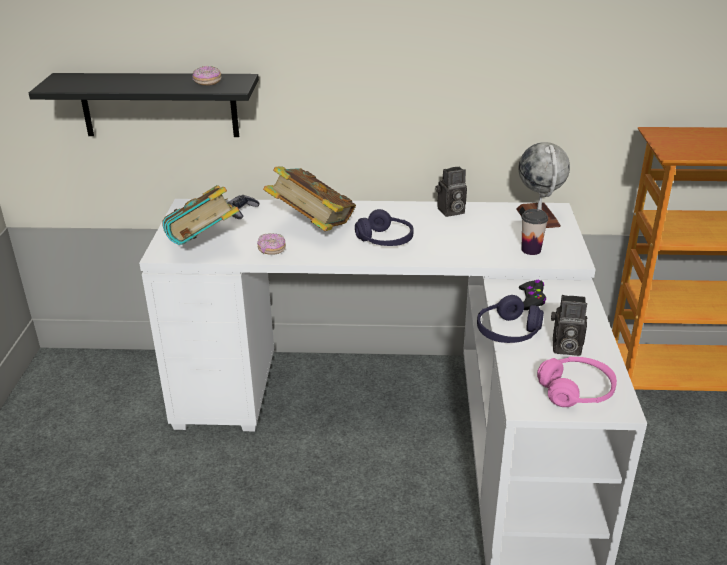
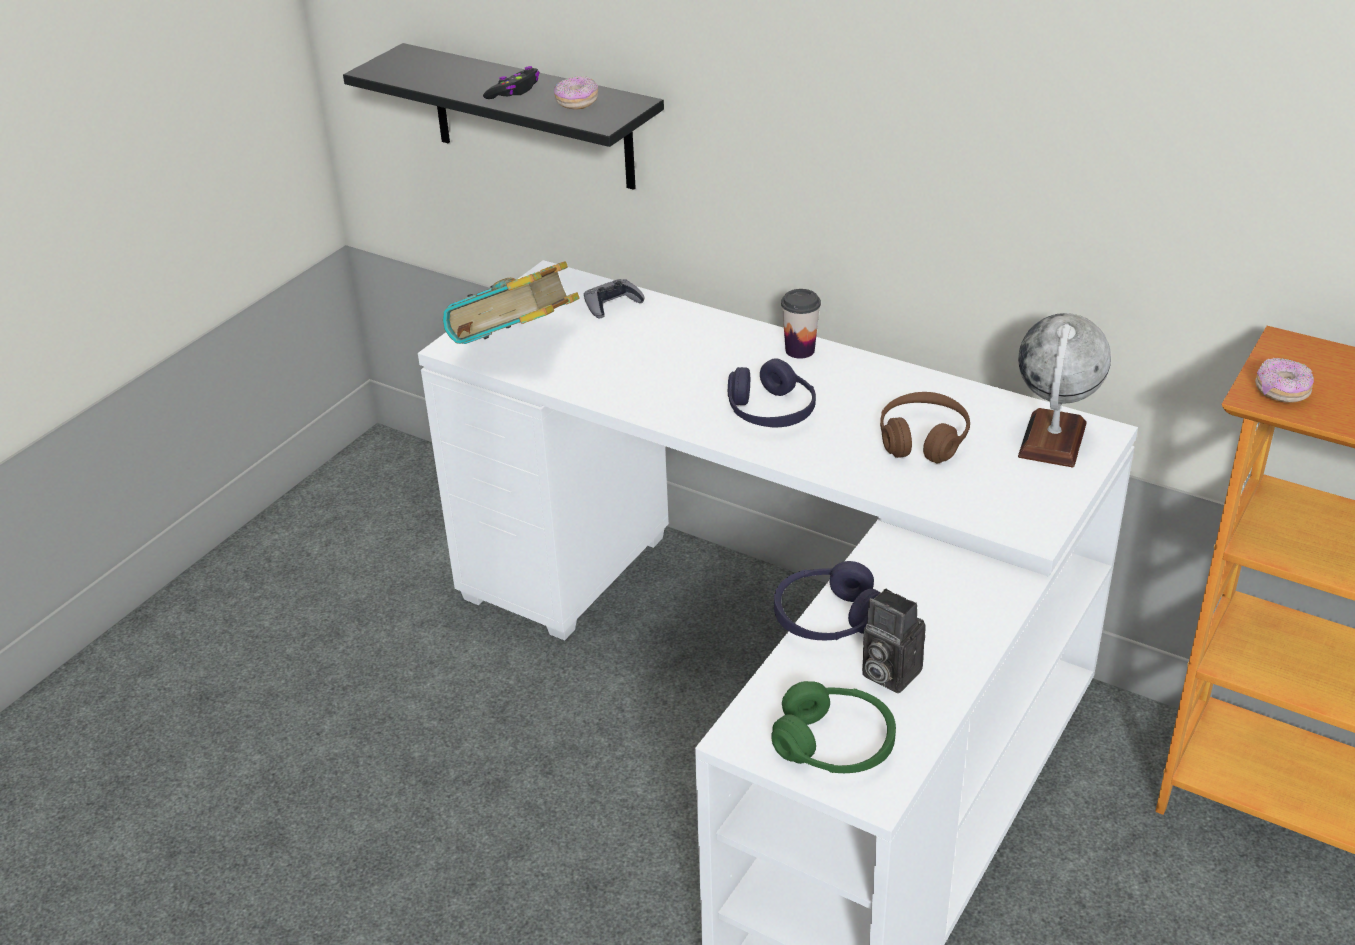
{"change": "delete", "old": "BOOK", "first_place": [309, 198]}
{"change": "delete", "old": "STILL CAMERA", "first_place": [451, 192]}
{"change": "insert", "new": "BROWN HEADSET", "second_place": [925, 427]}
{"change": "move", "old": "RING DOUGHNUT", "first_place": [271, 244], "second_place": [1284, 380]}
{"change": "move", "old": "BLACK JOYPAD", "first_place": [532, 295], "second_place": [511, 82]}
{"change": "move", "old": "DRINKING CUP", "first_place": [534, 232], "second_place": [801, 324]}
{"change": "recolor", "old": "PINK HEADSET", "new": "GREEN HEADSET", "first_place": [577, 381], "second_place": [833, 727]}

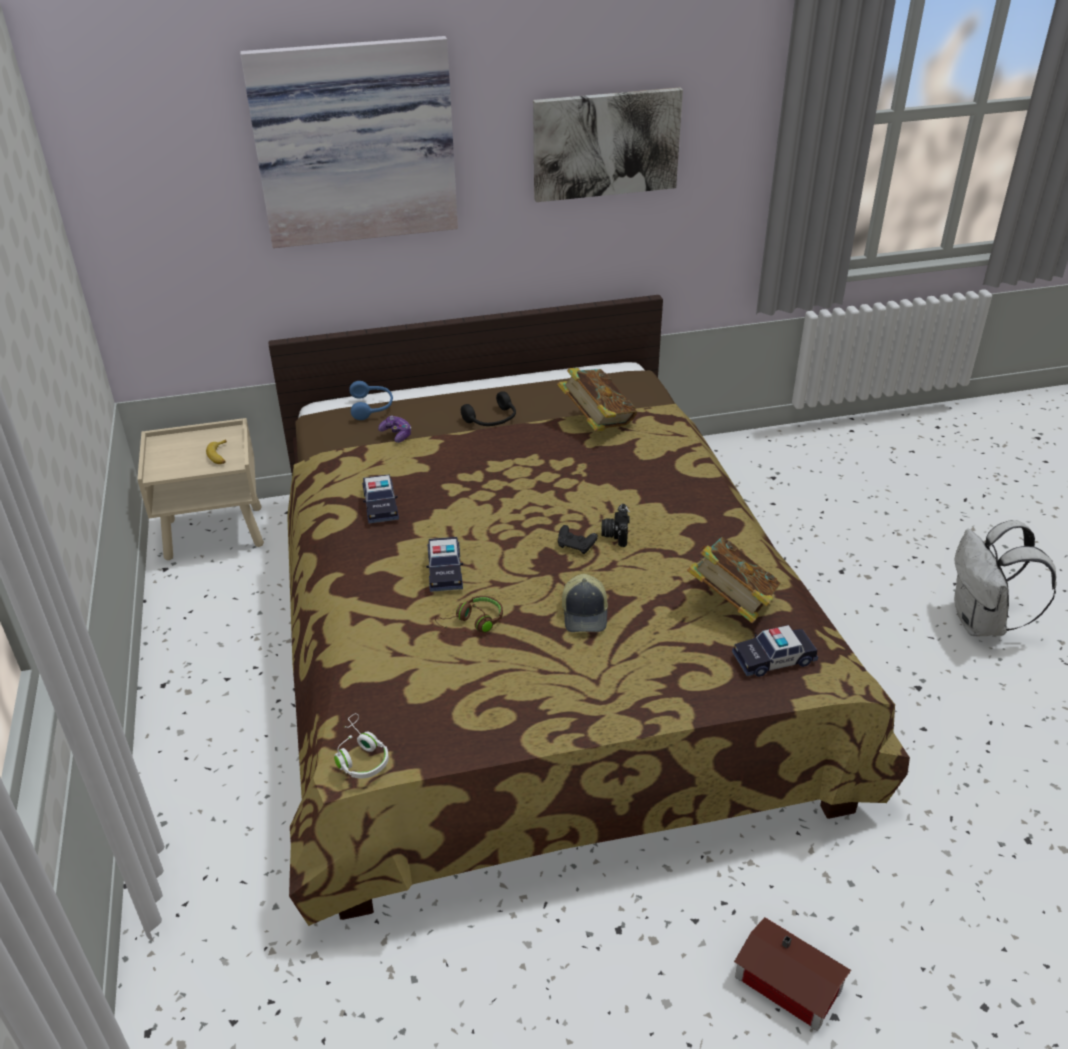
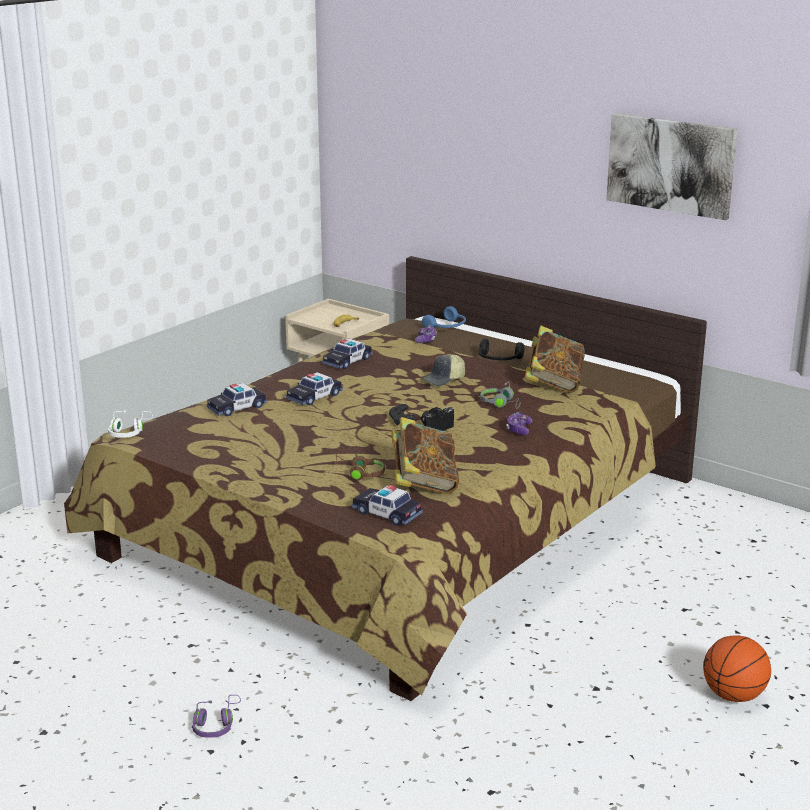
{"change": "delete", "old": "PICTURE", "first_place": [349, 142]}
{"change": "insert", "new": "MINIATURE CAR", "second_place": [236, 399]}
{"change": "insert", "new": "GREY HEADSET", "second_place": [500, 395]}
{"change": "insert", "new": "JOYPAD", "second_place": [519, 423]}
{"change": "move", "old": "BROWN HEADSET", "first_place": [469, 614], "second_place": [360, 466]}
{"change": "move", "old": "CAP", "first_place": [585, 603], "second_place": [442, 370]}
{"change": "replace", "old": "MODEL HOUSE", "new": "PURPLISH HEADSET", "first_place": [792, 974], "second_place": [216, 716]}
{"change": "replace", "old": "WHITE RUCKSACK", "new": "BALL FOR BASKETBALL", "first_place": [1005, 578], "second_place": [737, 668]}

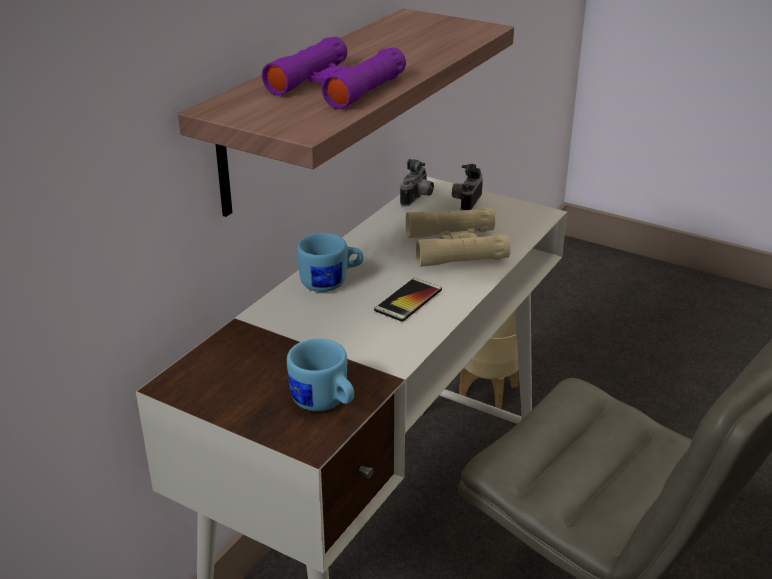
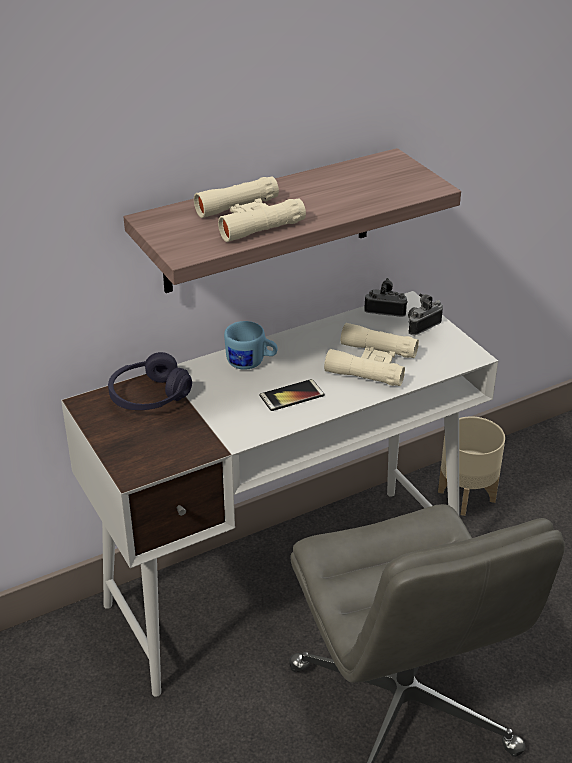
{"change": "delete", "old": "BLUISH TEA MUG", "first_place": [320, 374]}
{"change": "insert", "new": "PURPLISH HEADSET", "second_place": [150, 381]}
{"change": "recolor", "old": "PURPLISH BINOCULARS", "new": "BEIGE-COLOURED BINOCULARS", "first_place": [334, 73], "second_place": [250, 209]}
{"change": "rotate", "old": "STILL CAMERA", "first_place": [417, 182], "second_place": [386, 297], "degrees": -135}

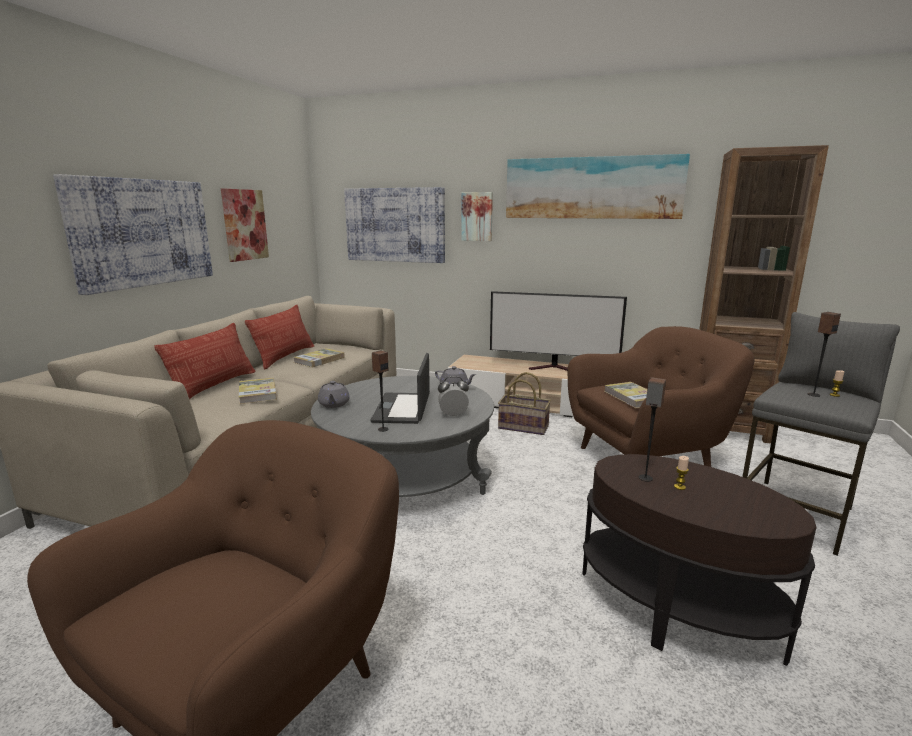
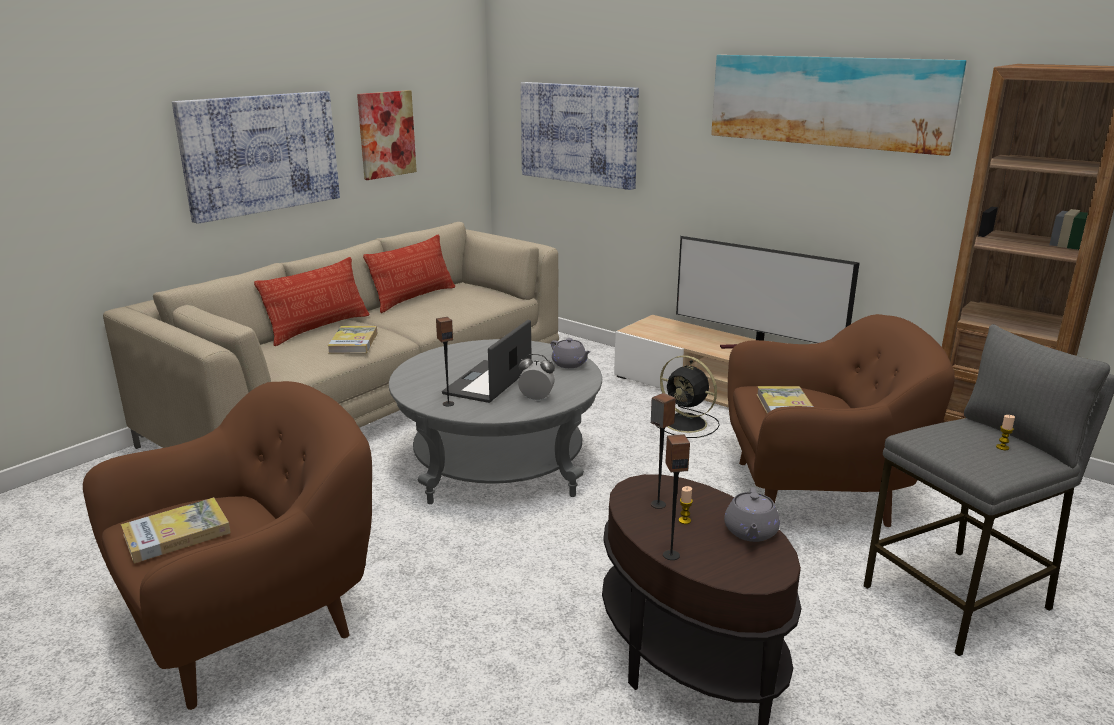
{"change": "delete", "old": "PICTURE", "first_place": [477, 216]}
{"change": "move", "old": "BOOK", "first_place": [319, 358], "second_place": [176, 530]}
{"change": "move", "old": "GREY POT FOR TEA", "first_place": [334, 394], "second_place": [752, 514]}
{"change": "move", "old": "AUDIO SPEAKER", "first_place": [824, 354], "second_place": [676, 497]}
{"change": "replace", "old": "HOUSEHOLD BASKET", "new": "BLACK ELECTRIC FAN", "first_place": [524, 403], "second_place": [688, 396]}

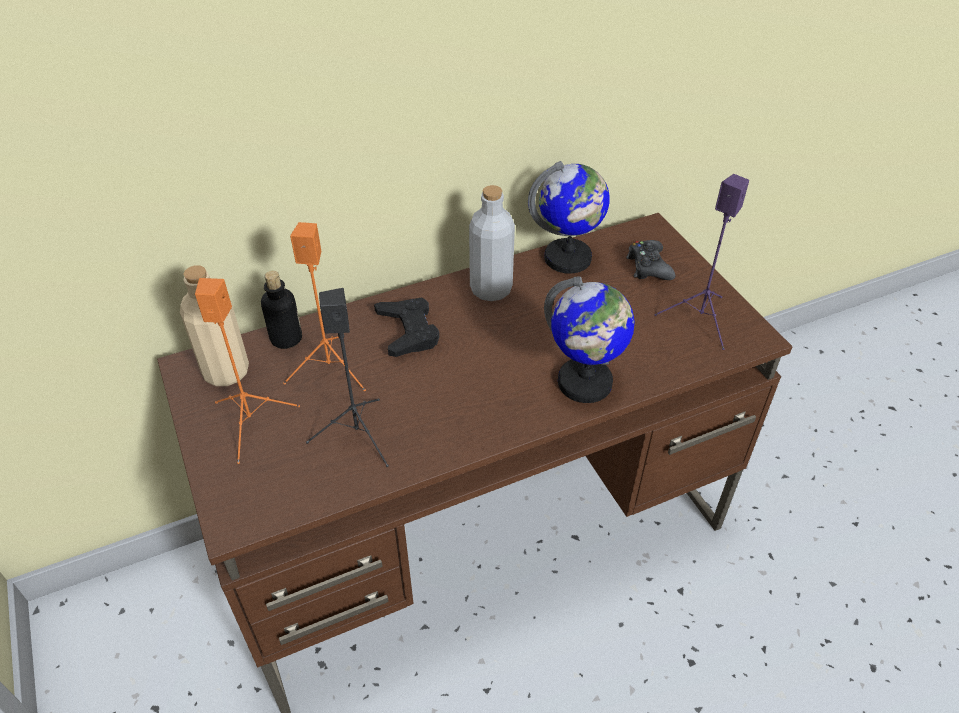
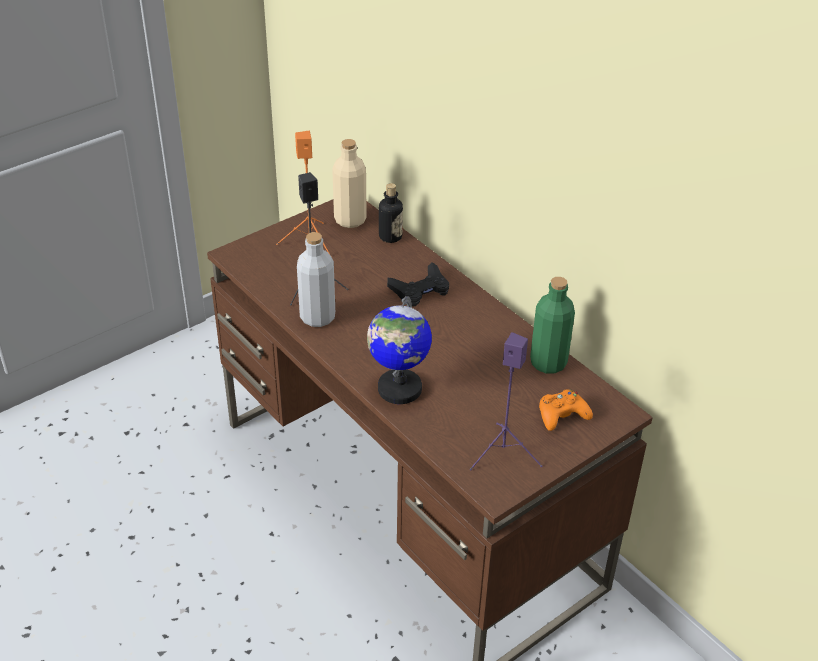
{"change": "delete", "old": "ORANGE AUDIO SPEAKER", "first_place": [324, 306]}
{"change": "move", "old": "GREY BEVERAGE BOTTLE", "first_place": [492, 243], "second_place": [316, 279]}
{"change": "replace", "old": "WORLD GLOBE", "new": "GREEN BEVERAGE BOTTLE", "first_place": [569, 217], "second_place": [552, 325]}
{"change": "recolor", "old": "BLACK JOYPAD", "new": "ORANGE JOYPAD", "first_place": [650, 260], "second_place": [566, 410]}

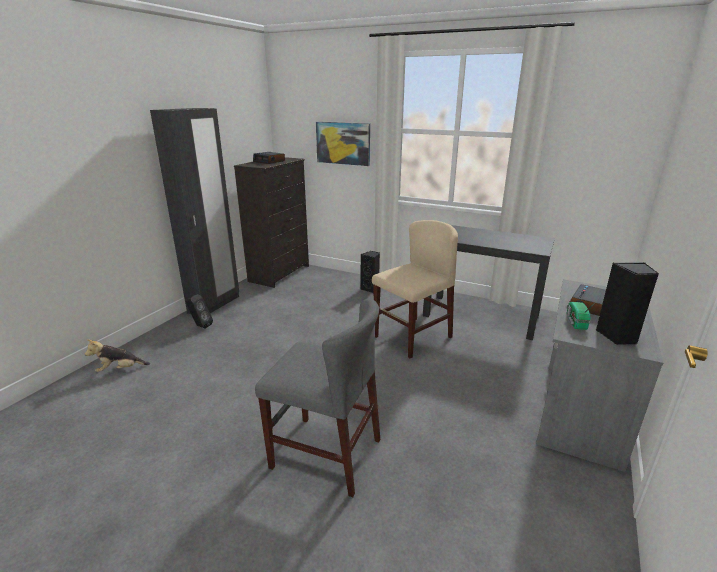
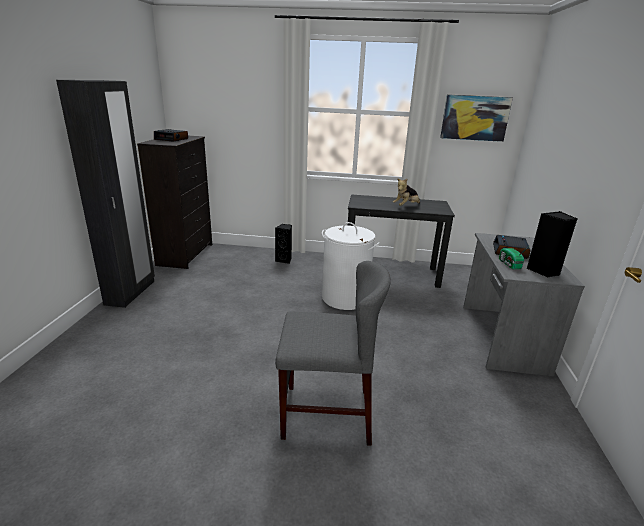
{"change": "delete", "old": "BLACK AUDIO SPEAKER", "first_place": [199, 311]}
{"change": "move", "old": "CUDDLY TOY", "first_place": [117, 355], "second_place": [406, 192]}
{"change": "move", "old": "PICTURE", "first_place": [343, 144], "second_place": [476, 118]}
{"change": "replace", "old": "BEIGE-COLOURED CHAIR", "new": "WHITE WASHING BASKET", "first_place": [415, 289], "second_place": [351, 266]}

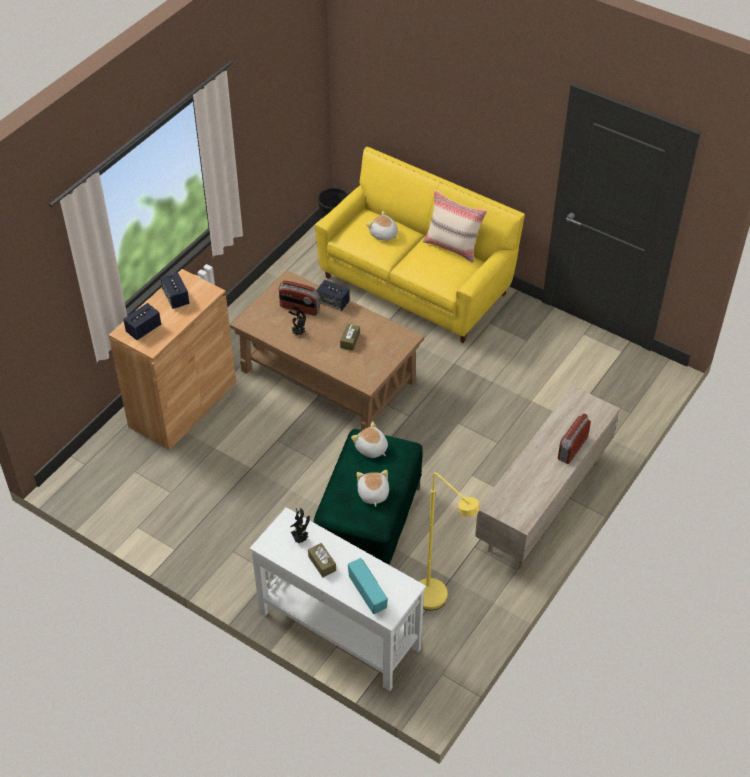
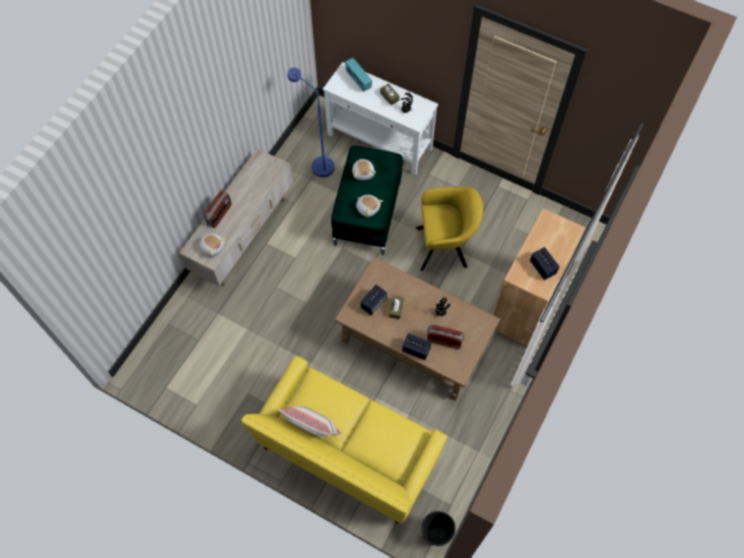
{"change": "insert", "new": "YELLOW LOUNGE CHAIR", "second_place": [449, 229]}
{"change": "move", "old": "AUDIO SPEAKER", "first_place": [142, 321], "second_place": [374, 300]}
{"change": "move", "old": "CUDDLY TOY", "first_place": [382, 226], "second_place": [213, 245]}
{"change": "recolor", "old": "YELLOW STANDING LAMP", "new": "BLUISH STANDING LAMP", "first_place": [449, 541], "second_place": [310, 122]}

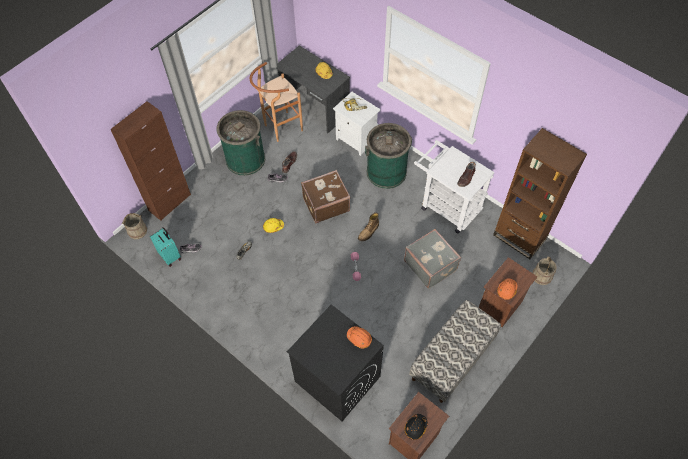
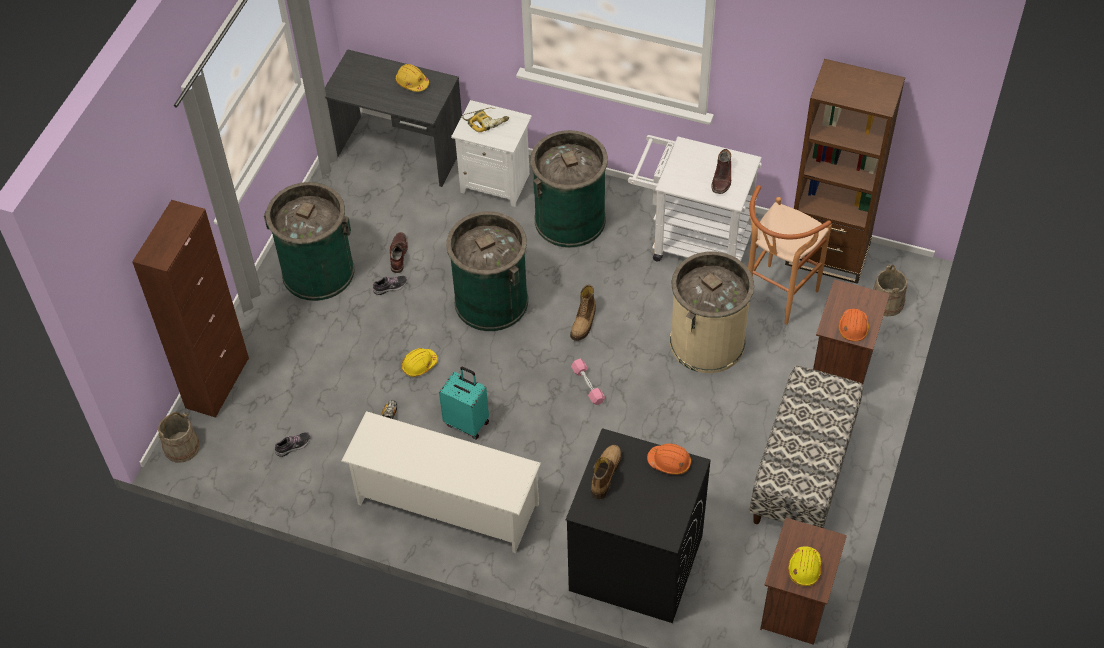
{"change": "insert", "new": "WHITE SHOE STAND", "second_place": [441, 482]}
{"change": "insert", "new": "BOOT", "second_place": [606, 472]}
{"change": "move", "old": "TURQUOISE-COLOURED SUITCASE", "first_place": [165, 247], "second_place": [464, 403]}
{"change": "move", "old": "BROWN STOOL", "first_place": [276, 102], "second_place": [790, 254]}
{"change": "replace", "old": "BROWN SUITCASE", "new": "GREEN TRASH CAN", "first_place": [325, 196], "second_place": [487, 271]}
{"change": "replace", "old": "GREY SUITCASE", "new": "BEIGE-COLOURED TRASH CAN", "first_place": [432, 259], "second_place": [712, 312]}
{"change": "recolor", "old": "BLACK WORK HELMET", "new": "YELLOW WORK HELMET", "first_place": [416, 427], "second_place": [805, 566]}

